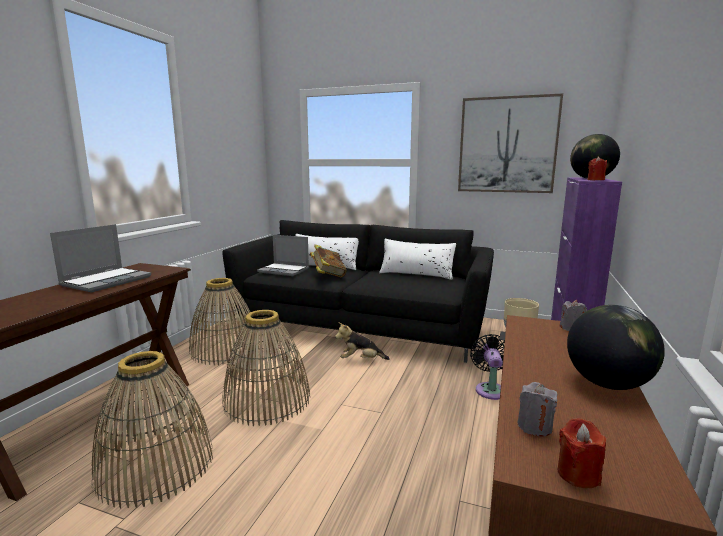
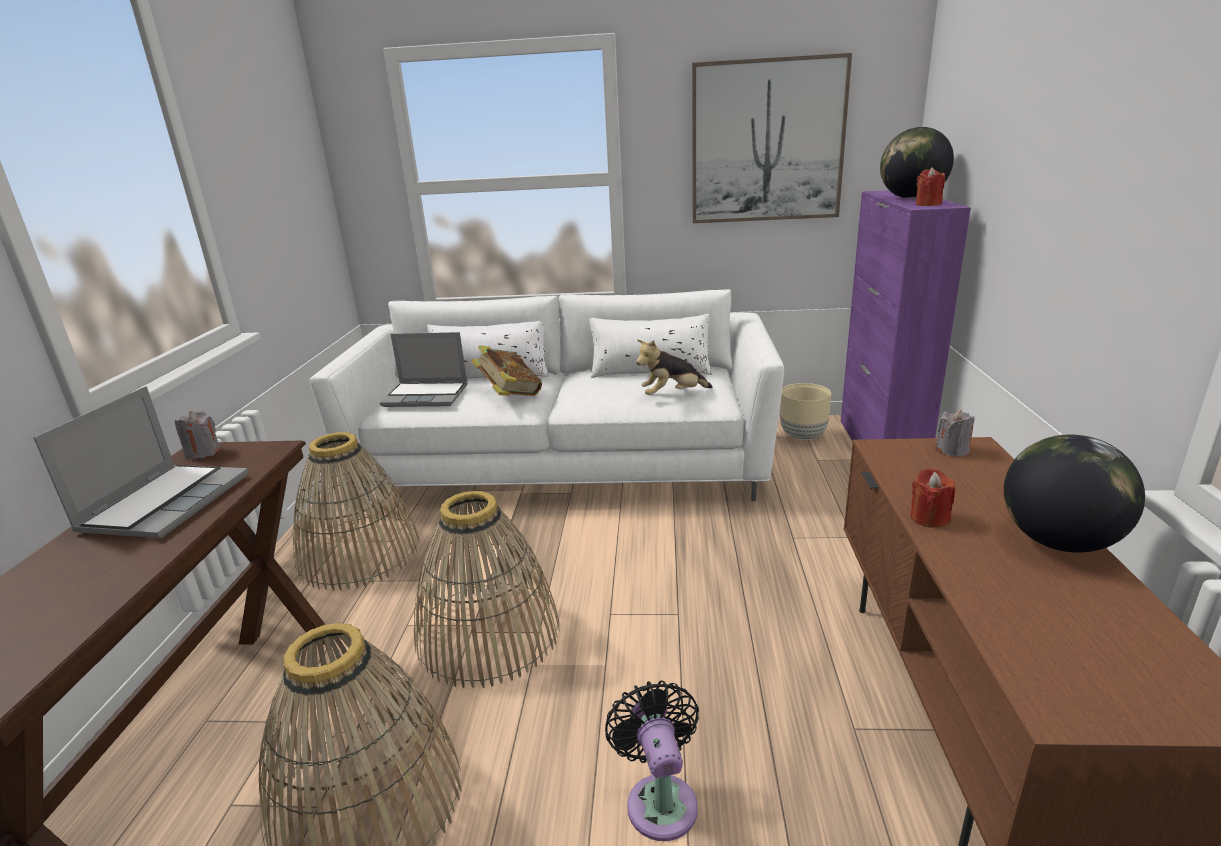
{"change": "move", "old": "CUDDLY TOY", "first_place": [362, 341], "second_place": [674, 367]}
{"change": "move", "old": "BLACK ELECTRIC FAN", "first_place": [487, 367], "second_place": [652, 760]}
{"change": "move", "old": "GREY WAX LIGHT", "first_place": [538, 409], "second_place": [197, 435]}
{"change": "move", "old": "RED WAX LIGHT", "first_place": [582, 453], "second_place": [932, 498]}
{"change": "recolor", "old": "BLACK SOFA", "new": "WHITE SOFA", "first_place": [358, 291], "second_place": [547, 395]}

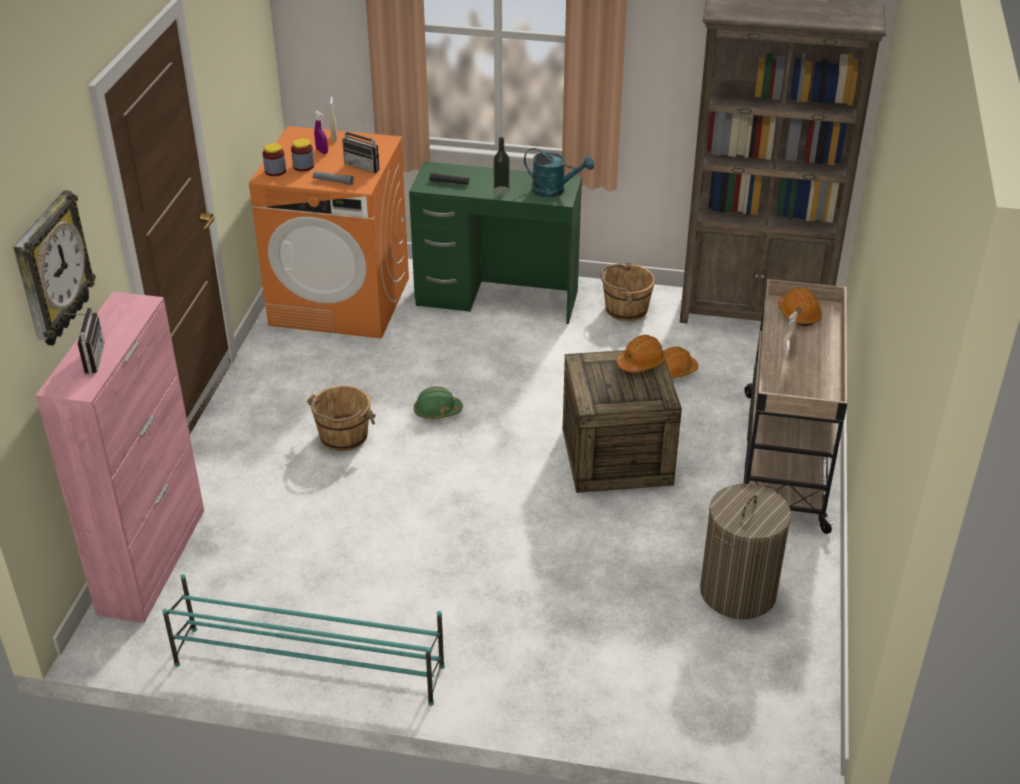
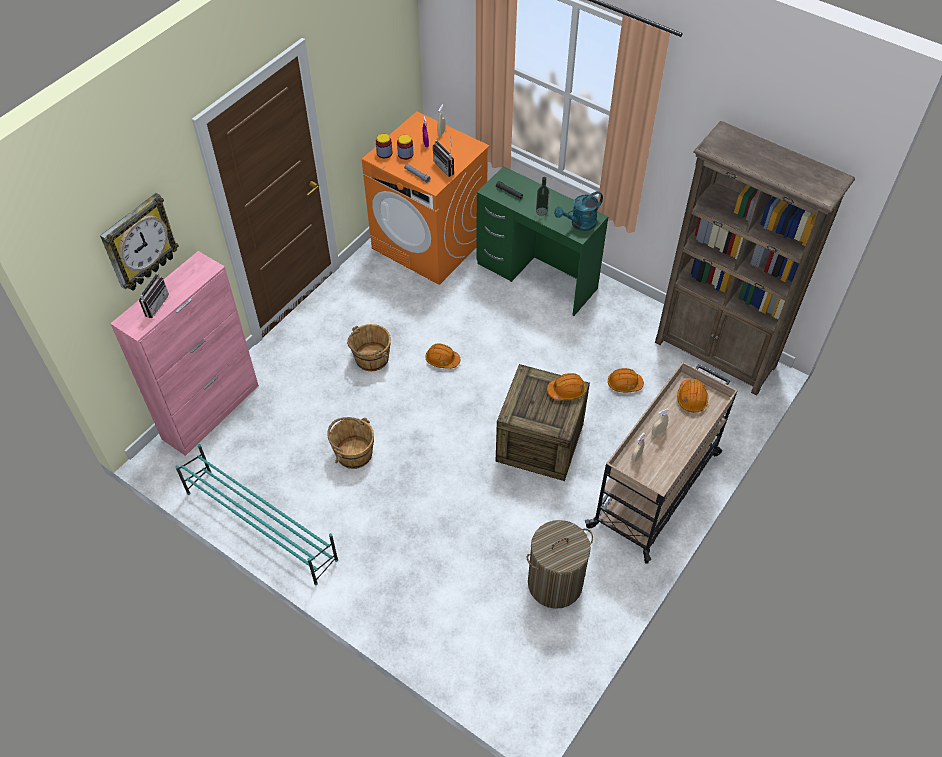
{"change": "move", "old": "BROWN BUCKET", "first_place": [627, 291], "second_place": [350, 443]}
{"change": "recolor", "old": "GREEN WORK HELMET", "new": "ORANGE WORK HELMET", "first_place": [438, 402], "second_place": [443, 356]}
{"change": "rotate", "old": "TURQUOISE-COLOURED WATERING CAN", "first_place": [559, 172], "second_place": [578, 211], "degrees": 105}

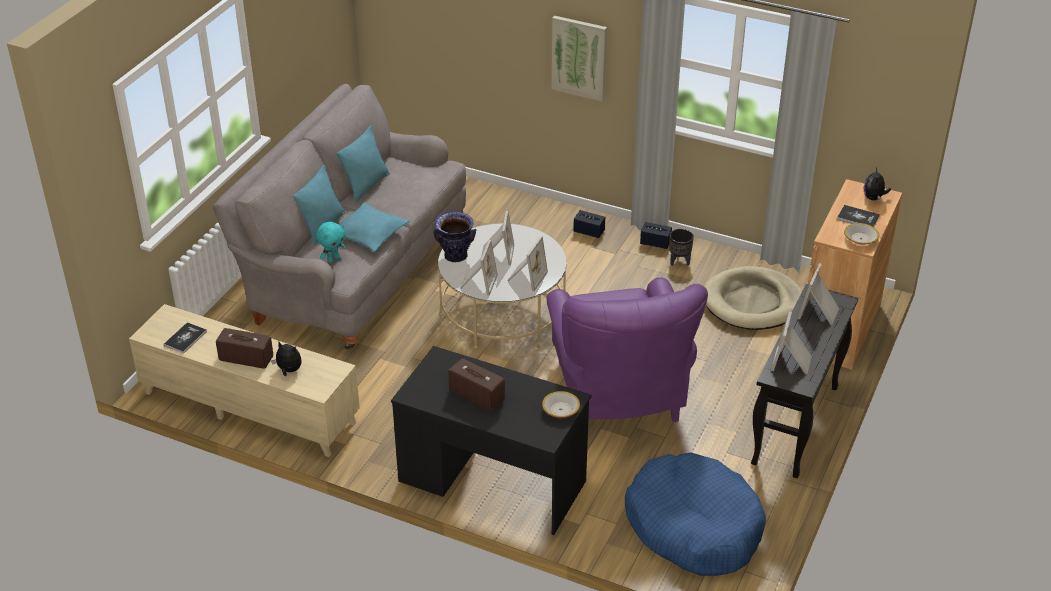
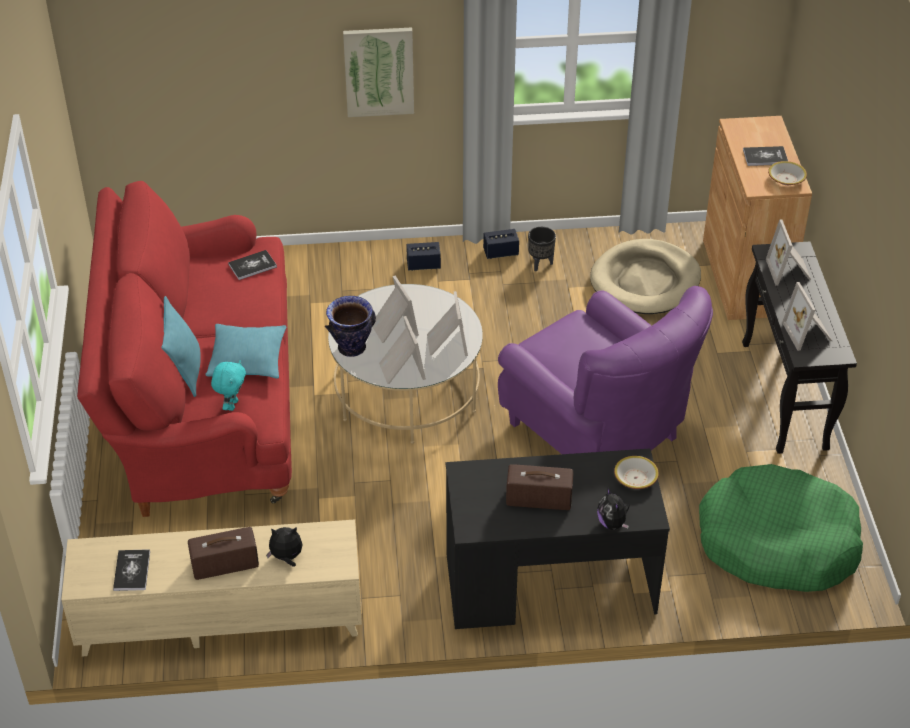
{"change": "delete", "old": "TURQUOISE-COLOURED PILLOW", "first_place": [363, 164]}
{"change": "insert", "new": "BOOK", "second_place": [252, 265]}
{"change": "move", "old": "CUDDLY TOY", "first_place": [877, 183], "second_place": [613, 509]}
{"change": "recolor", "old": "GREY SOFA", "new": "RED SOFA", "first_place": [339, 217], "second_place": [184, 349]}
{"change": "recolor", "old": "BLUISH DOG CUSHION", "new": "GREEN DOG CUSHION", "first_place": [695, 514], "second_place": [781, 528]}

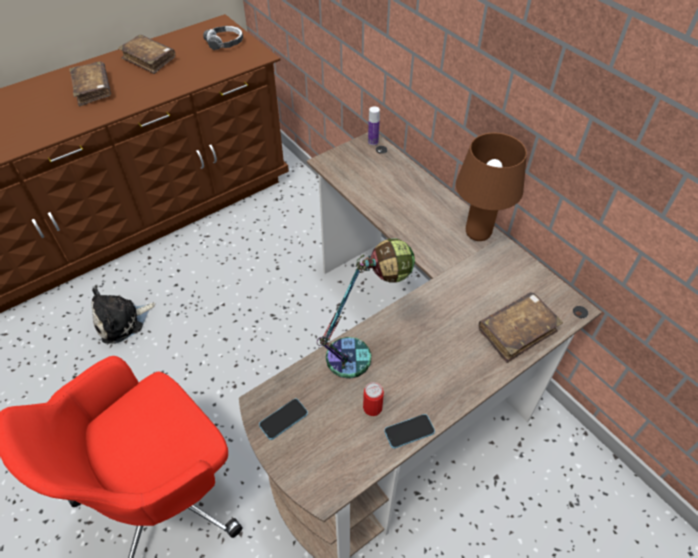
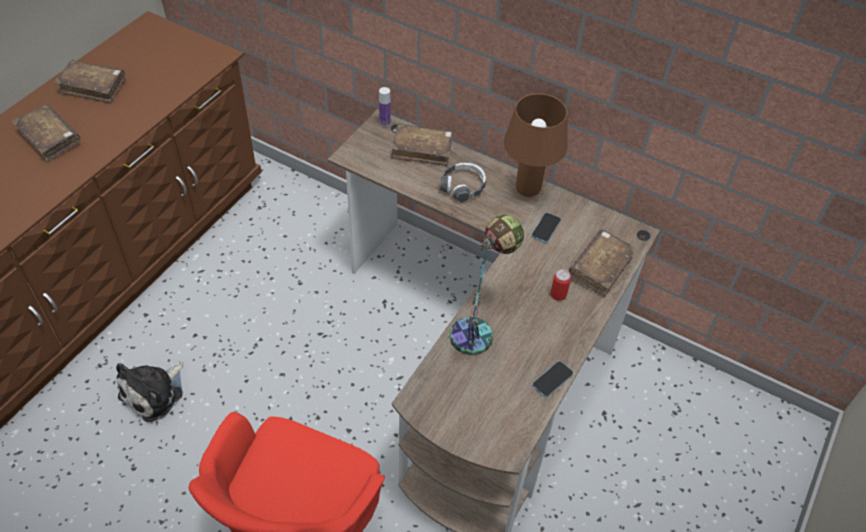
{"change": "insert", "new": "BROWN BOOK", "second_place": [422, 145]}
{"change": "move", "old": "HEADSET", "first_place": [223, 38], "second_place": [463, 182]}
{"change": "move", "old": "TELEPHONE", "first_place": [283, 419], "second_place": [546, 227]}
{"change": "move", "old": "METAL CAN", "first_place": [373, 399], "second_place": [560, 285]}

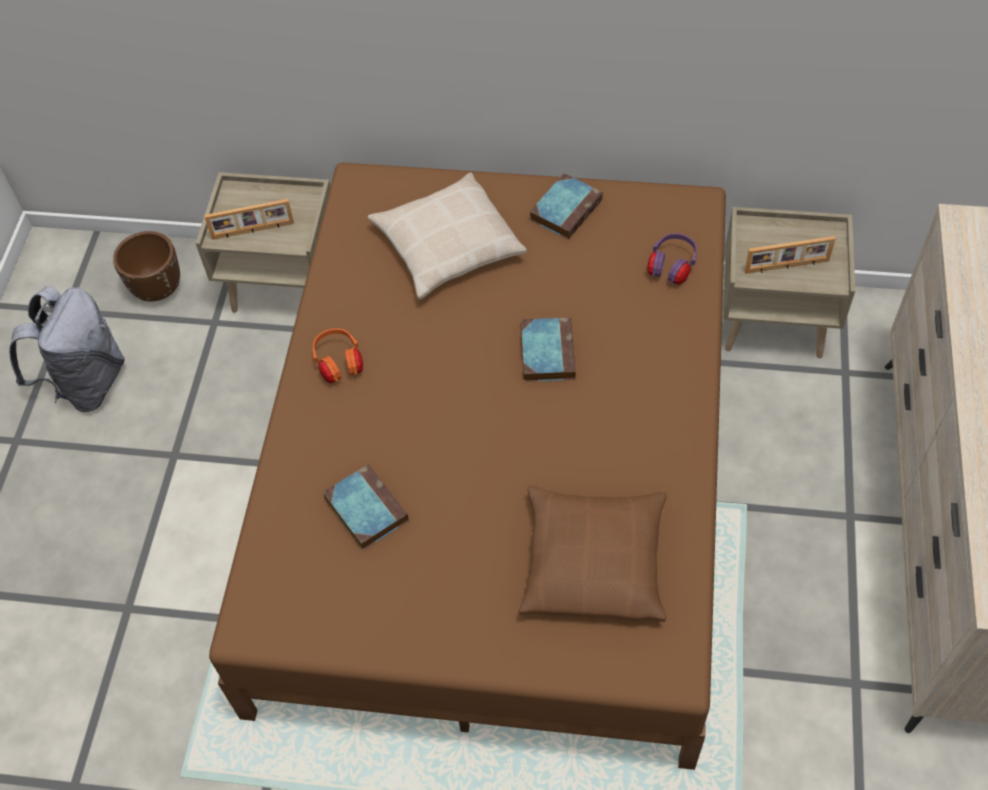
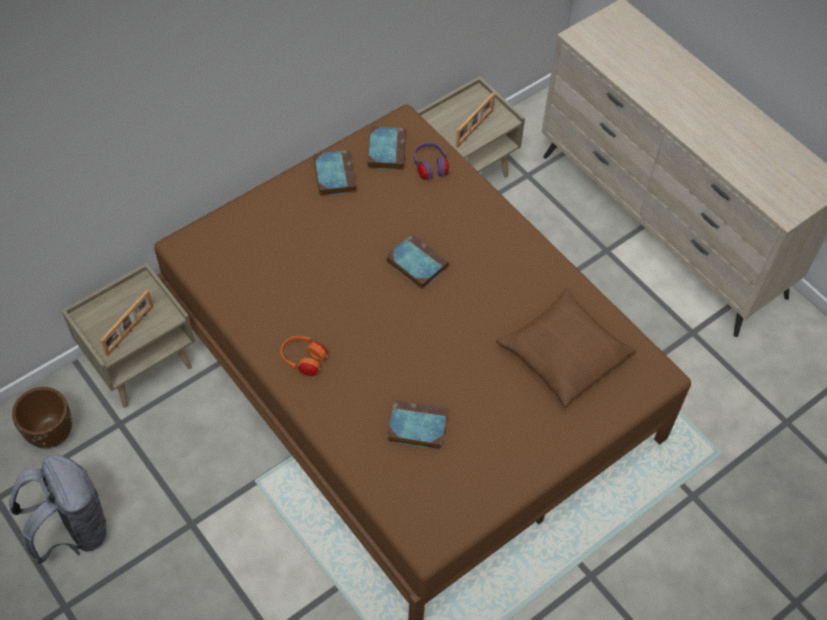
{"change": "delete", "old": "BEIGE-COLOURED PILLOW", "first_place": [447, 236]}
{"change": "insert", "new": "BOOK", "second_place": [387, 148]}

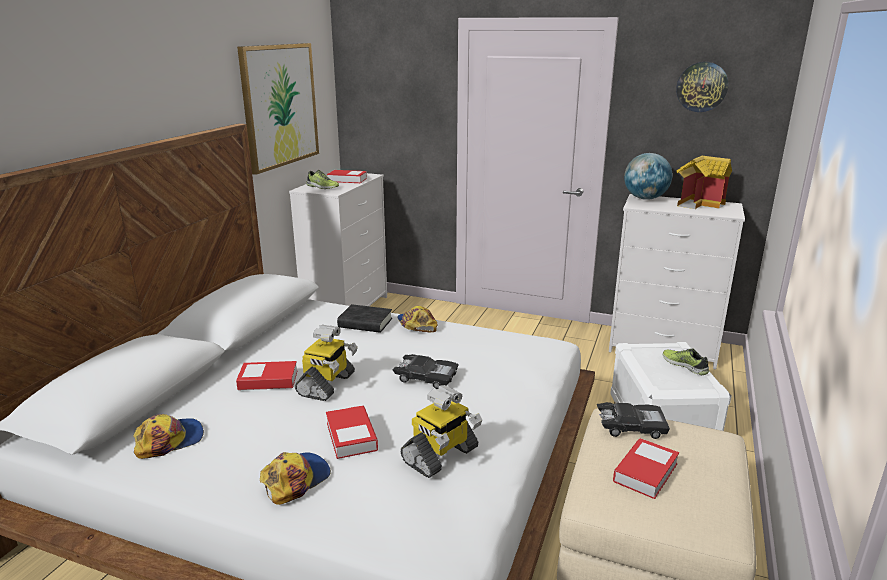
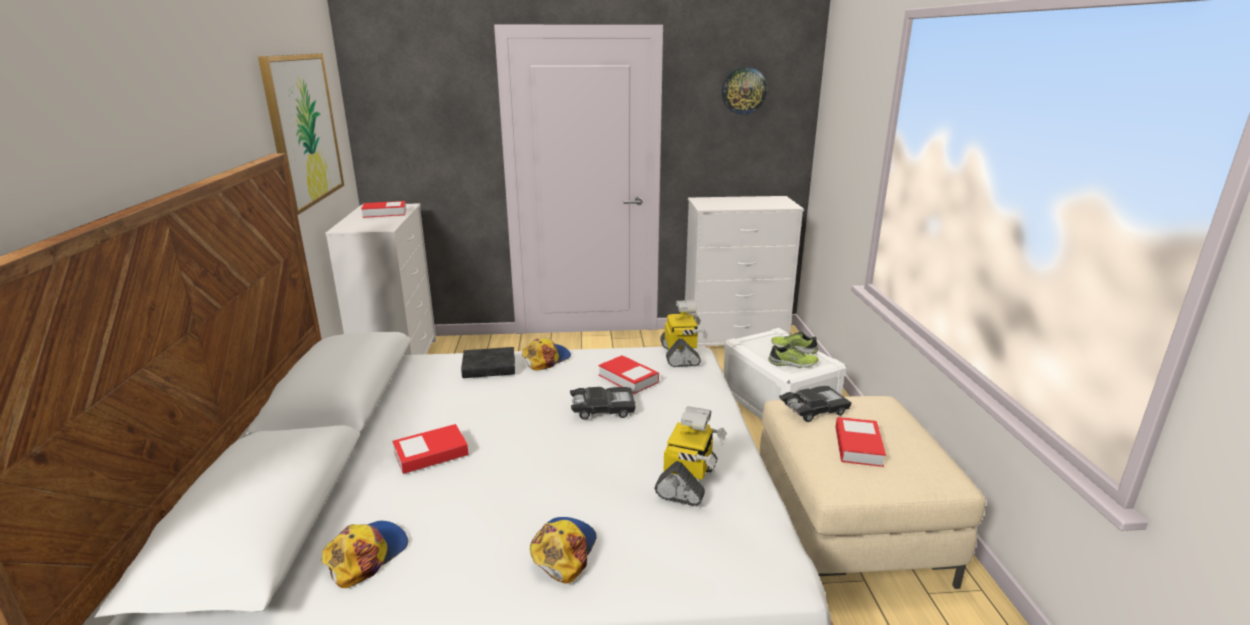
{"change": "delete", "old": "WORLD GLOBE", "first_place": [648, 176]}
{"change": "delete", "old": "MODEL HOUSE", "first_place": [704, 182]}
{"change": "move", "old": "TOY ROBOT", "first_place": [326, 363], "second_place": [684, 333]}
{"change": "move", "old": "LOW SHOE", "first_place": [322, 179], "second_place": [793, 356]}
{"change": "move", "old": "BOOK", "first_place": [352, 432], "second_place": [628, 374]}
{"change": "rotate", "old": "CAP", "first_place": [417, 319], "second_place": [546, 354], "degrees": 90}

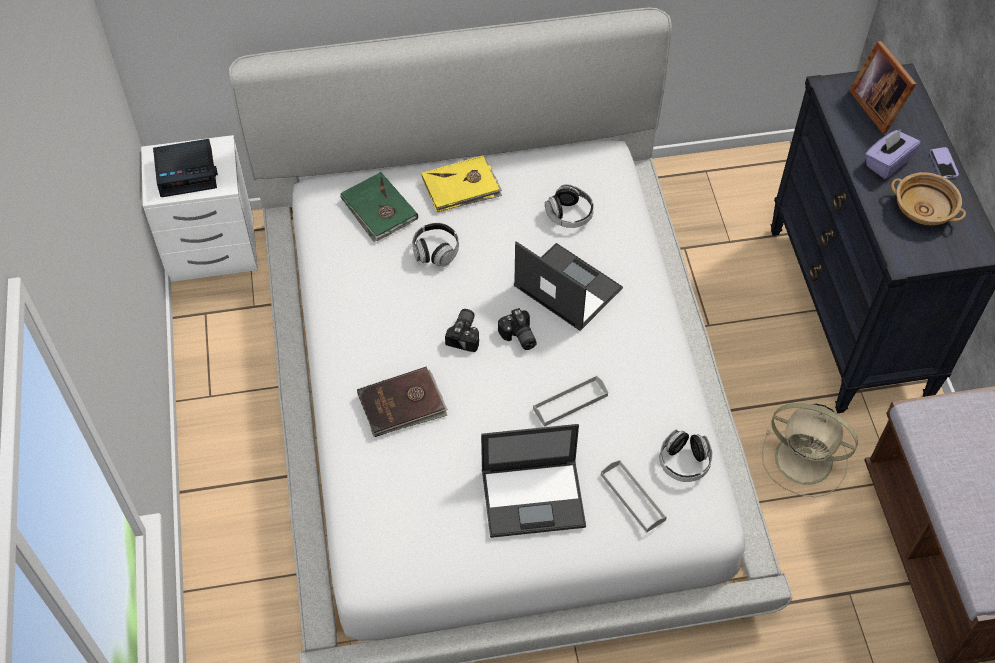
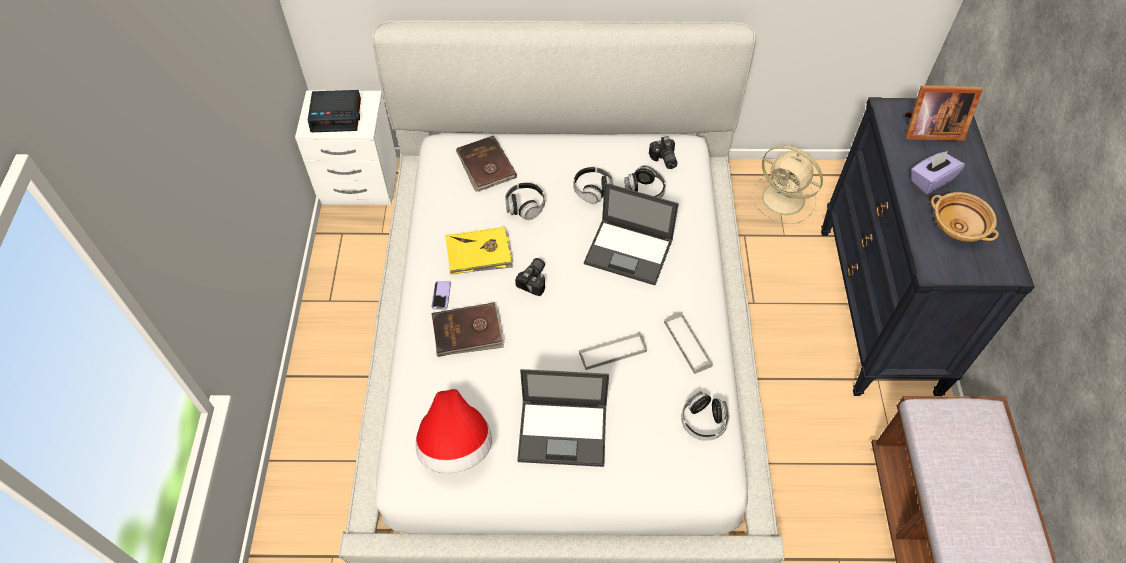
{"change": "insert", "new": "WEARABLE HAT", "second_place": [454, 431]}
{"change": "insert", "new": "HEADSET", "second_place": [593, 185]}
{"change": "move", "old": "YELLOW BOOK", "first_place": [461, 184], "second_place": [479, 251]}
{"change": "move", "old": "STILL CAMERA", "first_place": [517, 329], "second_place": [663, 152]}
{"change": "move", "old": "GREY TRAY", "first_place": [634, 496], "second_place": [688, 343]}
{"change": "move", "old": "BEIGE-COLOURED ELECTRIC FAN", "first_place": [810, 450], "second_place": [787, 184]}
{"change": "move", "old": "TELEPHONE", "first_place": [944, 163], "second_place": [441, 295]}
{"change": "recolor", "old": "GREEN BOOK", "new": "BROWN BOOK", "first_place": [379, 207], "second_place": [486, 163]}
{"change": "rotate", "old": "LAPTOP", "first_place": [568, 286], "second_place": [631, 234], "degrees": 150}
{"change": "rotate", "old": "PICTURE FRAME", "first_place": [882, 87], "second_place": [944, 113], "degrees": -75}

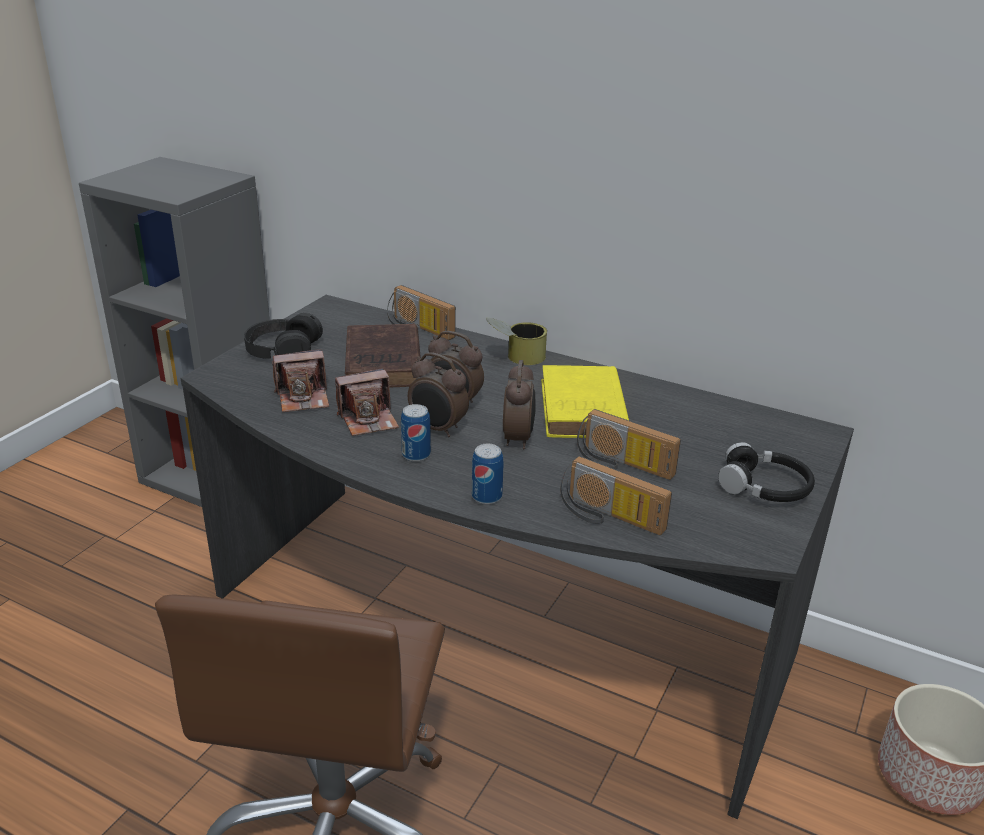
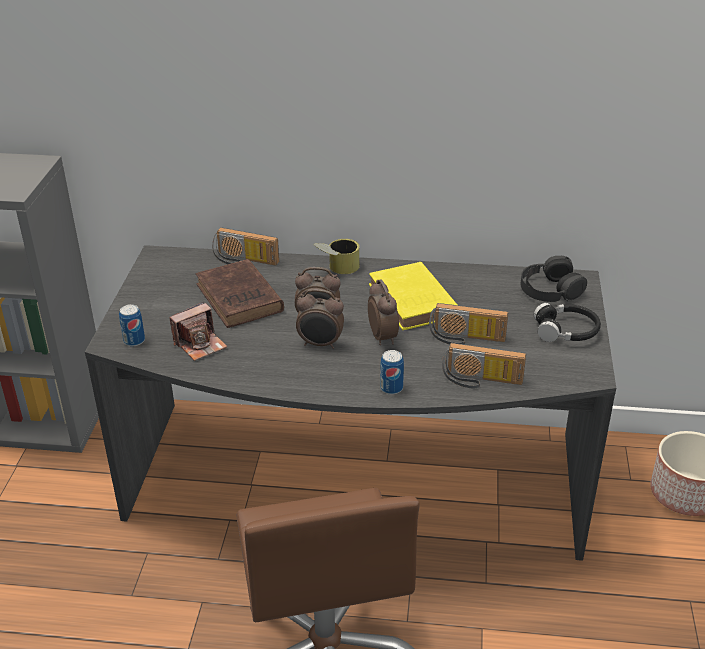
{"change": "delete", "old": "STILL CAMERA", "first_place": [367, 402]}
{"change": "move", "old": "BLACK HEADSET", "first_place": [283, 336], "second_place": [554, 279]}
{"change": "move", "old": "METAL CAN", "first_place": [416, 433], "second_place": [132, 325]}

